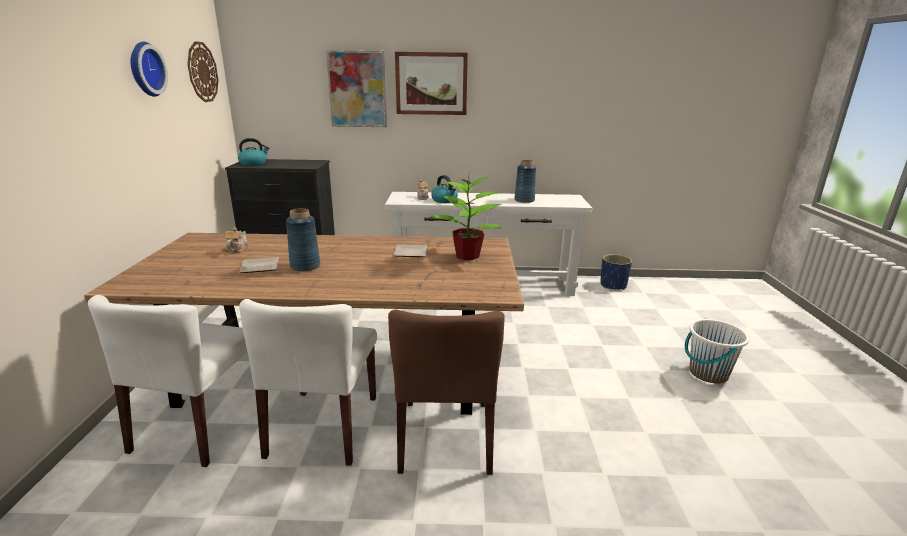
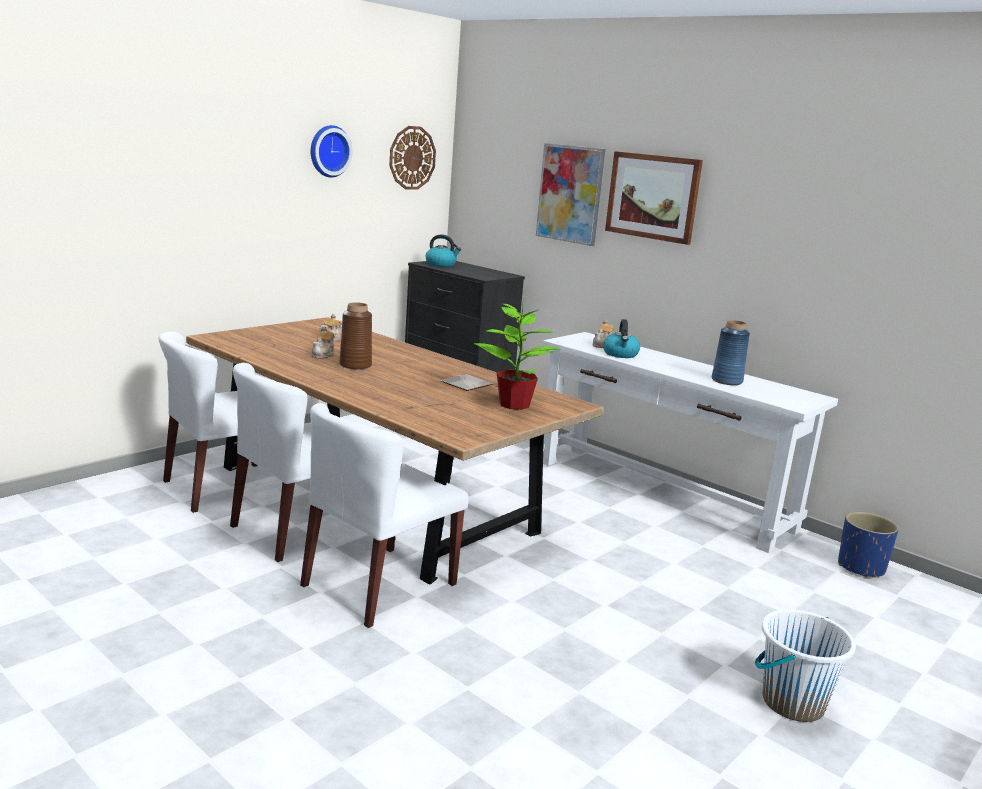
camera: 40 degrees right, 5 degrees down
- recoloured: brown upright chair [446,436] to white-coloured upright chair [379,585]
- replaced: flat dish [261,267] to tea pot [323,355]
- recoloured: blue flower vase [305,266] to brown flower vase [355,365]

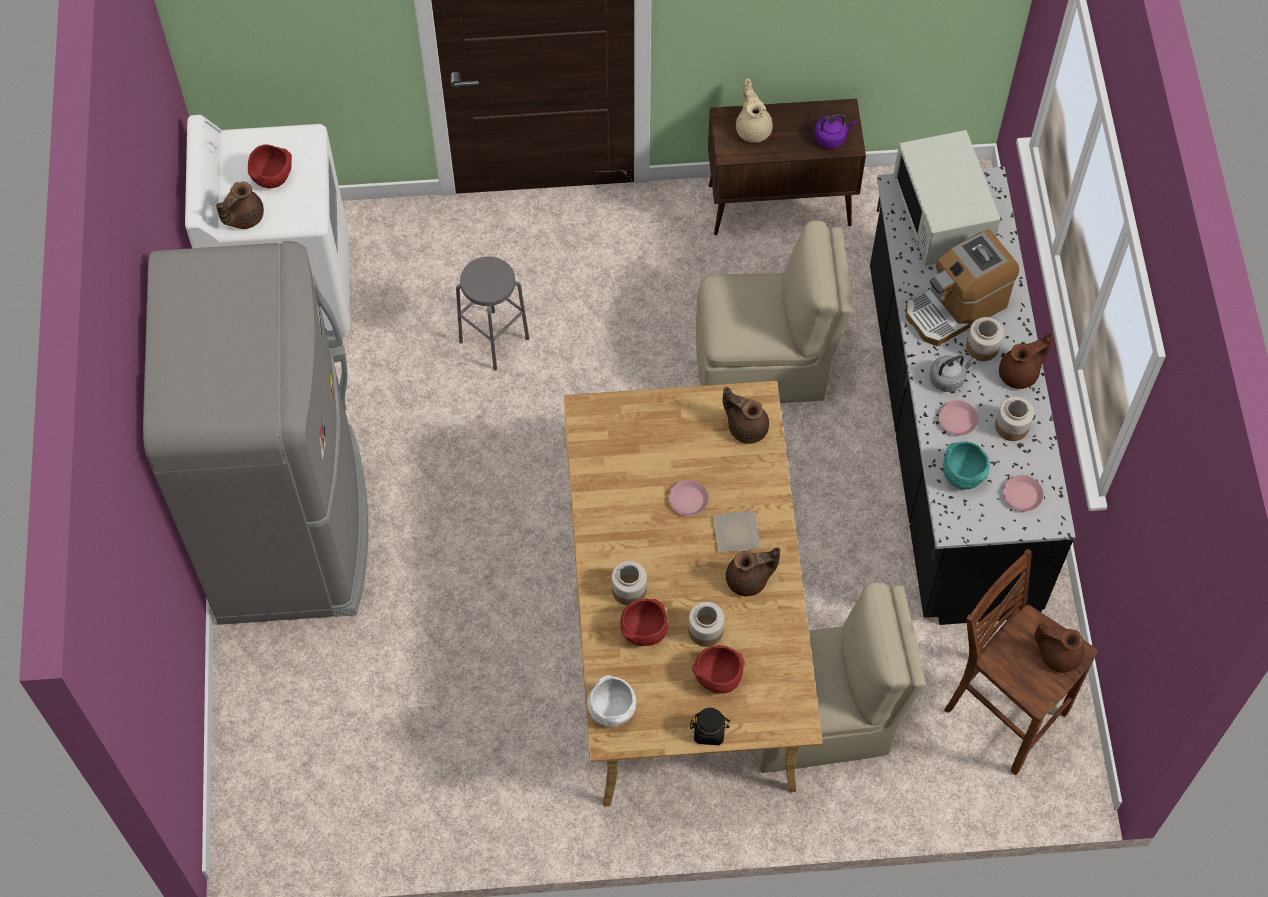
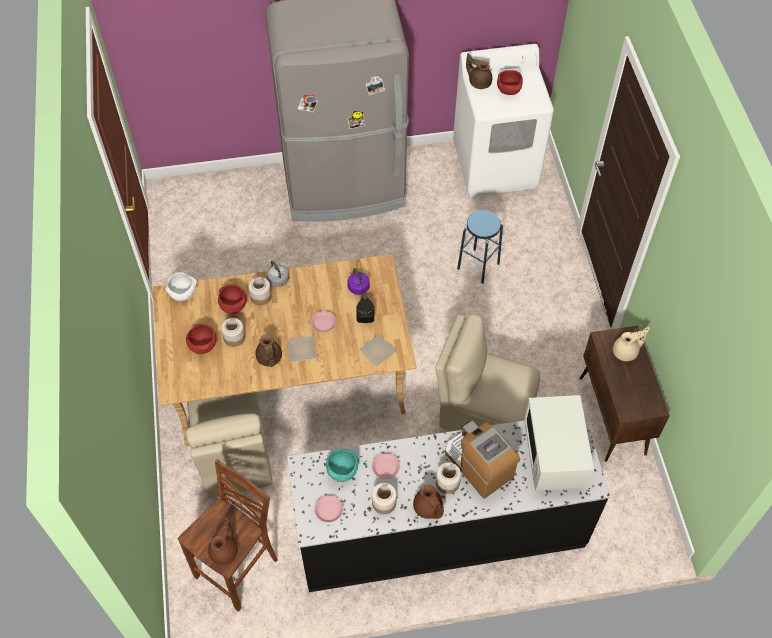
camera: 85 degrees right, 5 degrees down
- moved: greyish tea kettle [948,378] to [279,281]
- moved: purple-coloured tea kettle [832,138] to [359,288]
- moved: black-coloured preserve jar [709,731] to [365,316]
- replaced: brown tea pot [746,427] to flat dish [379,351]
- turned: beige-coloured upright chair [764,364] = [484,413] 120 degrees clockwise
- recoloured: greyish sitting stool [494,340] to blue sitting stool [478,266]
- turned: white-coloured microwave [942,217] = [554,454] 75 degrees counterclockwise

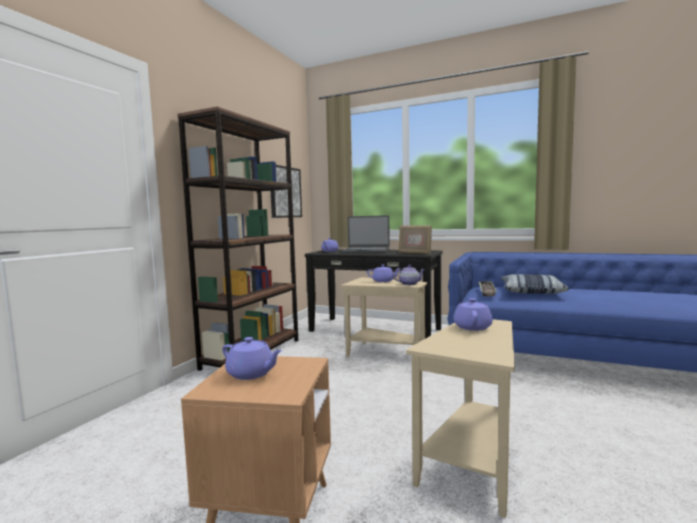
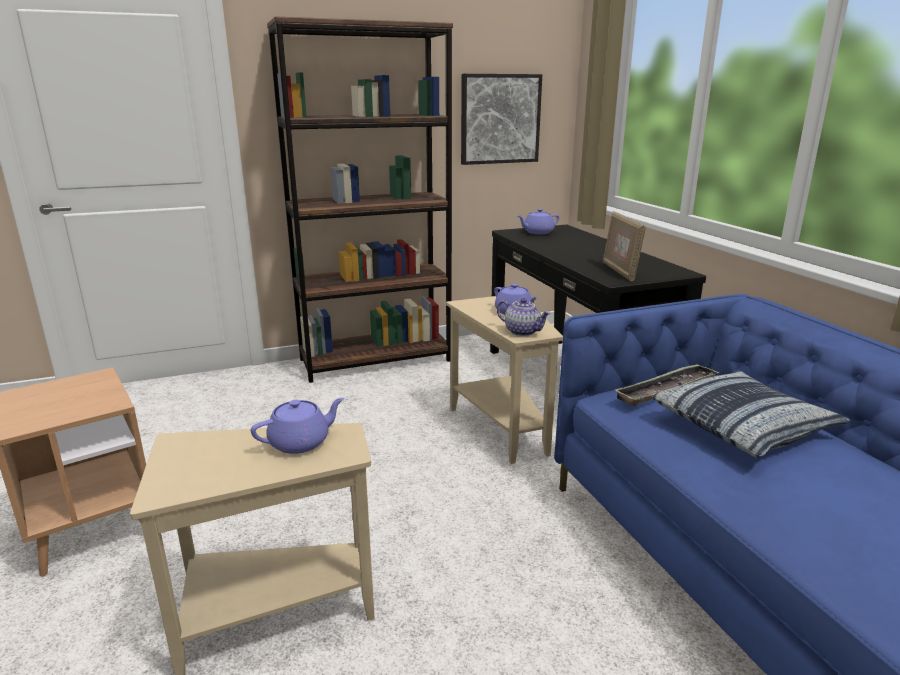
camera: 45 degrees right, 15 degrees up
- removed: purple-coloured tea pot [251,373]
- removed: laptop [366,251]

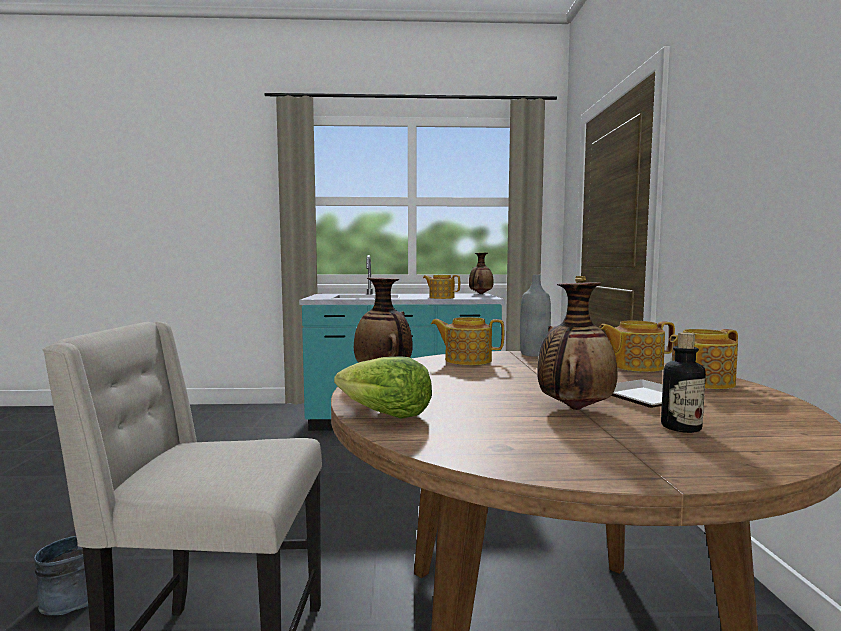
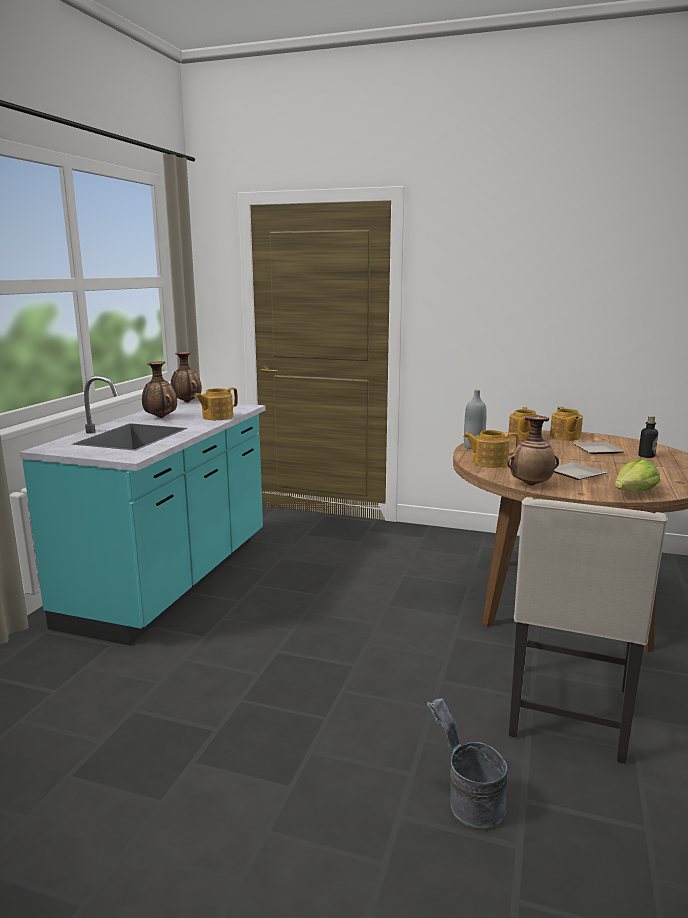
camera: 70 degrees left, 10 degrees up
- moved: flower vase [574,408] to [160,418]
- turned: tea pot [467,360] = [489,462] 60 degrees clockwise
- added: flat dish [575,473]

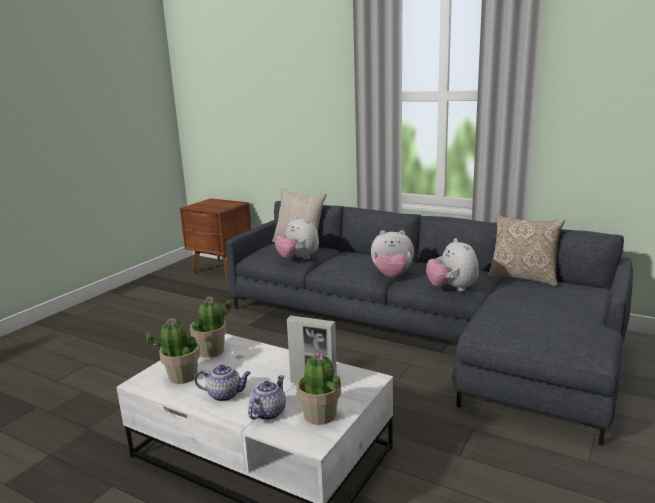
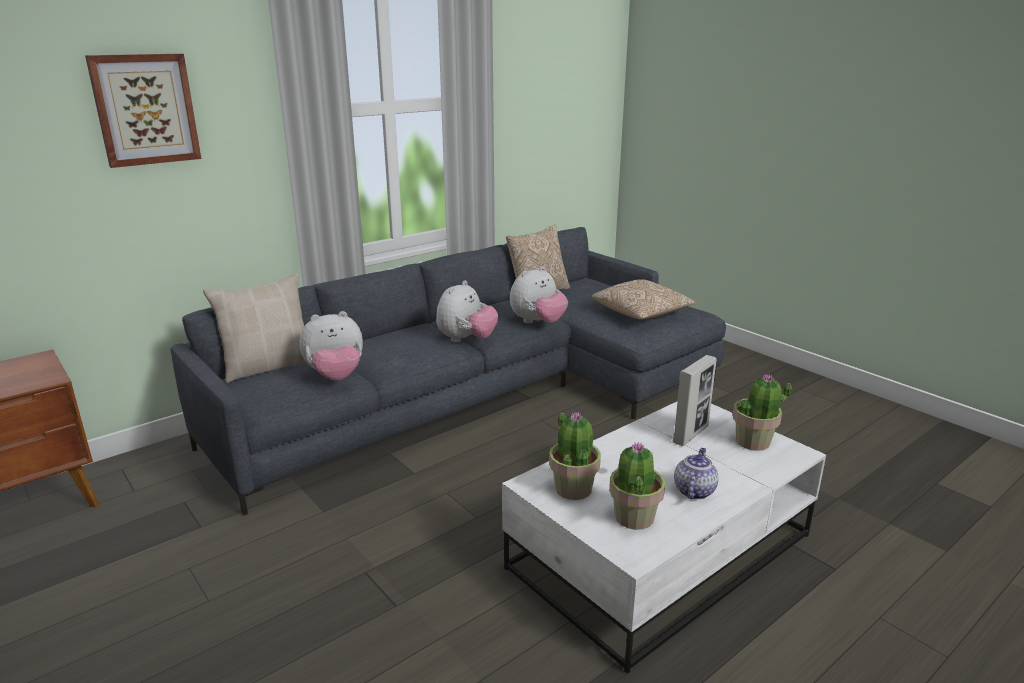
camera: 70 degrees left, 5 degrees up
- added: wall picture [145,109]
- turned: cuddly toy [452,288] = [538,322] 45 degrees counterclockwise
- added: throw pillow [641,313]
- removed: tea pot [268,412]

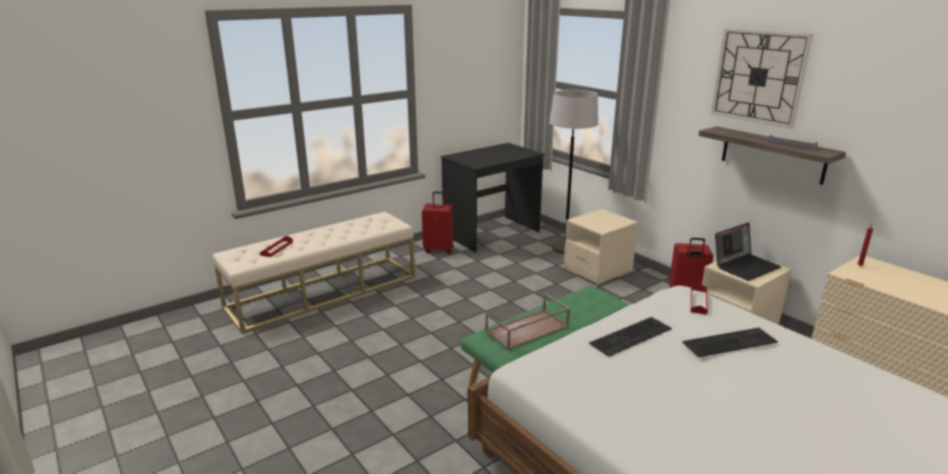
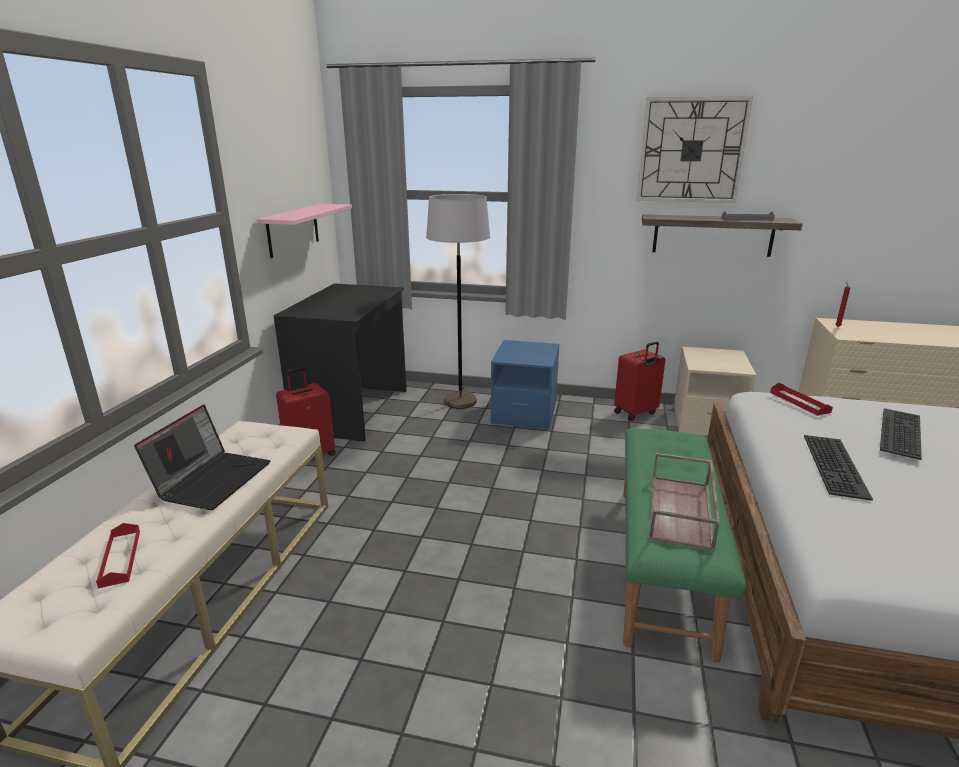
camera: 40 degrees left, 0 degrees up
- moved: laptop [745,266] to [212,479]
- added: pink-coloured wall shelf [293,230]
- recoloured: beige-coloured nightstand [598,269] to blue nightstand [524,413]

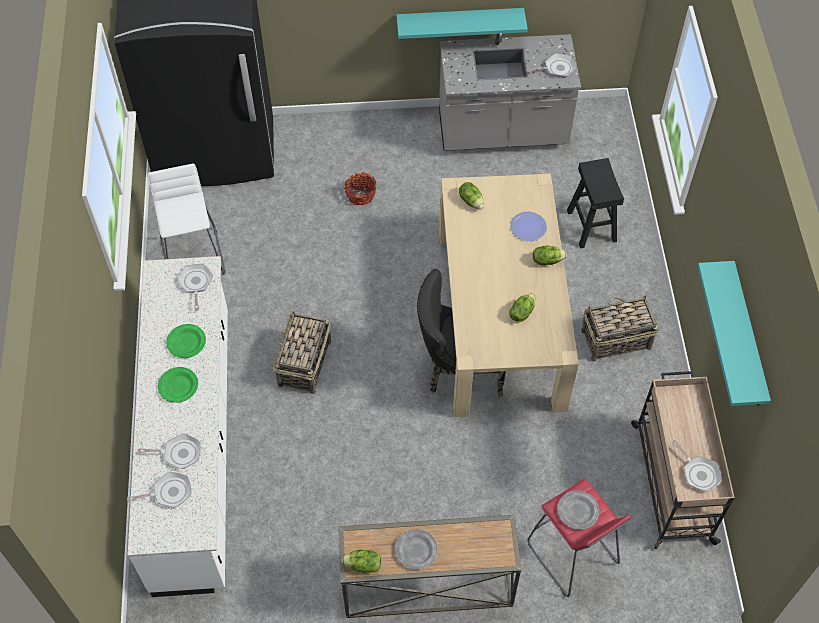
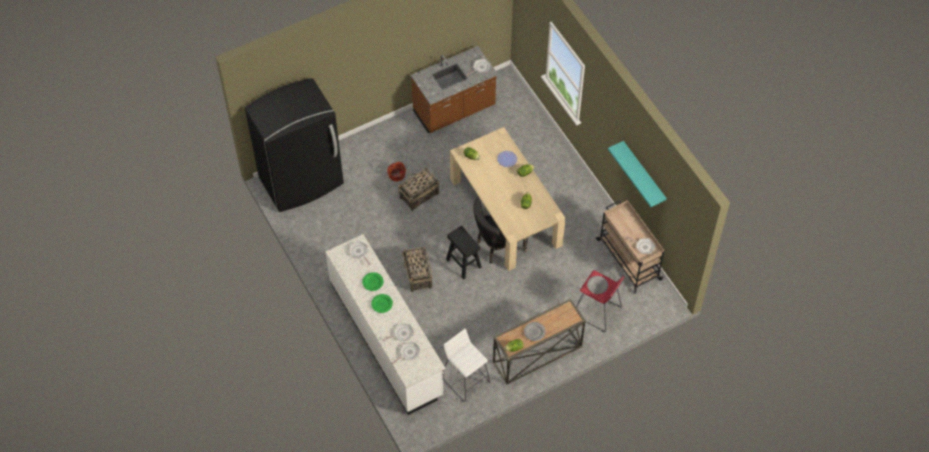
camera: 25 degrees left, 0 degrees up
- moved: basket [615,339] to [419,196]
- recoloured: greyish kitchen counter [502,132] to brown kitchen counter [454,110]
- moved: white-coloured sitting stool [193,256] to [465,379]
- moved: black-coloured sitting stool [592,226] to [464,263]
- removed: turquoise-coloured wall shelf [459,21]

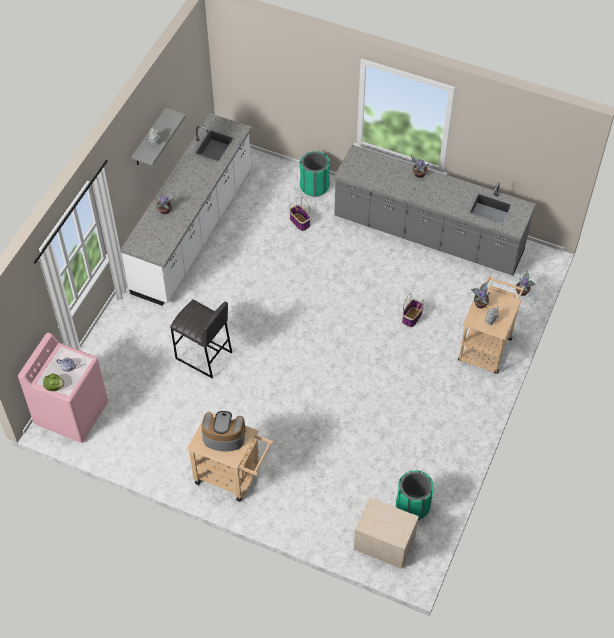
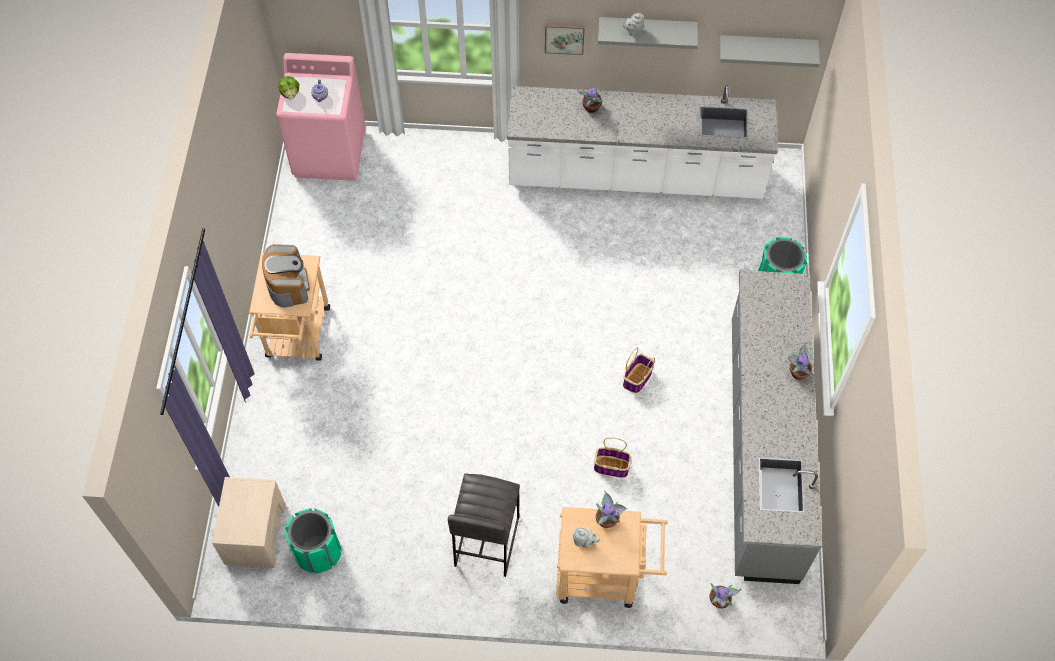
camera: 70 degrees right, 5 degrees up
- moved: greyish sitting stool [204,356] to [486,541]
- added: wall picture [564,37]
- moved: basket [300,222] to [637,379]
- added: greyish wall shelf [767,46]

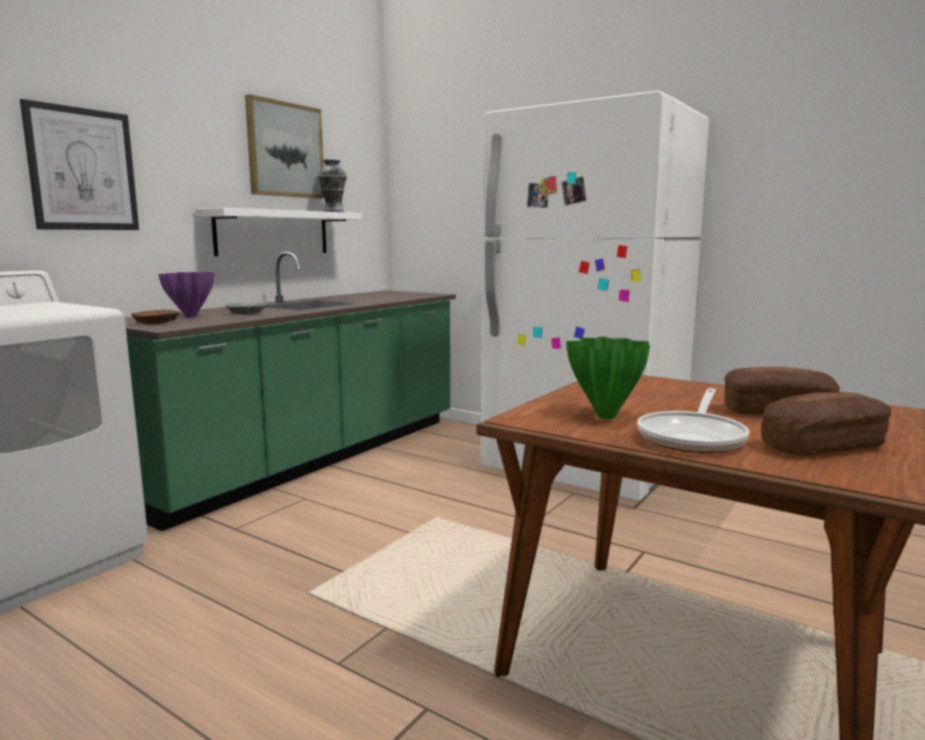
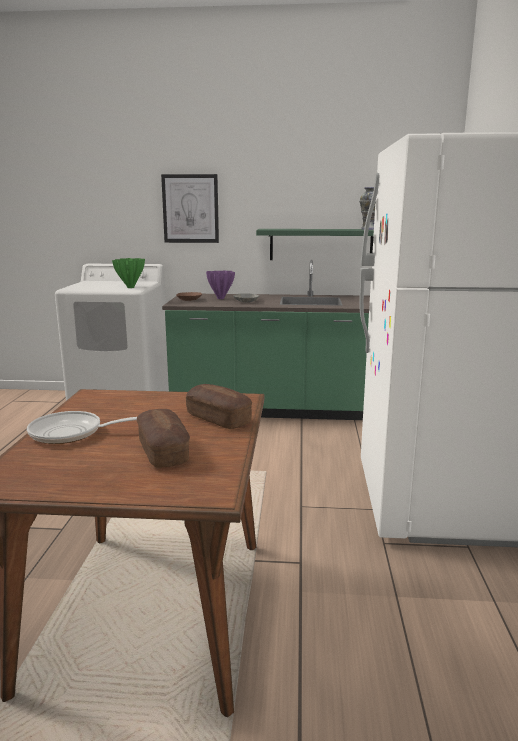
camera: 60 degrees right, 5 degrees up
- moved: greenish flower vase [606,416] to [131,287]
- moved: bakery bread [822,446] to [218,419]
- recoloured: white-coloured wall shelf [273,233] to greenish wall shelf [321,244]
- removed: wall picture [285,150]

